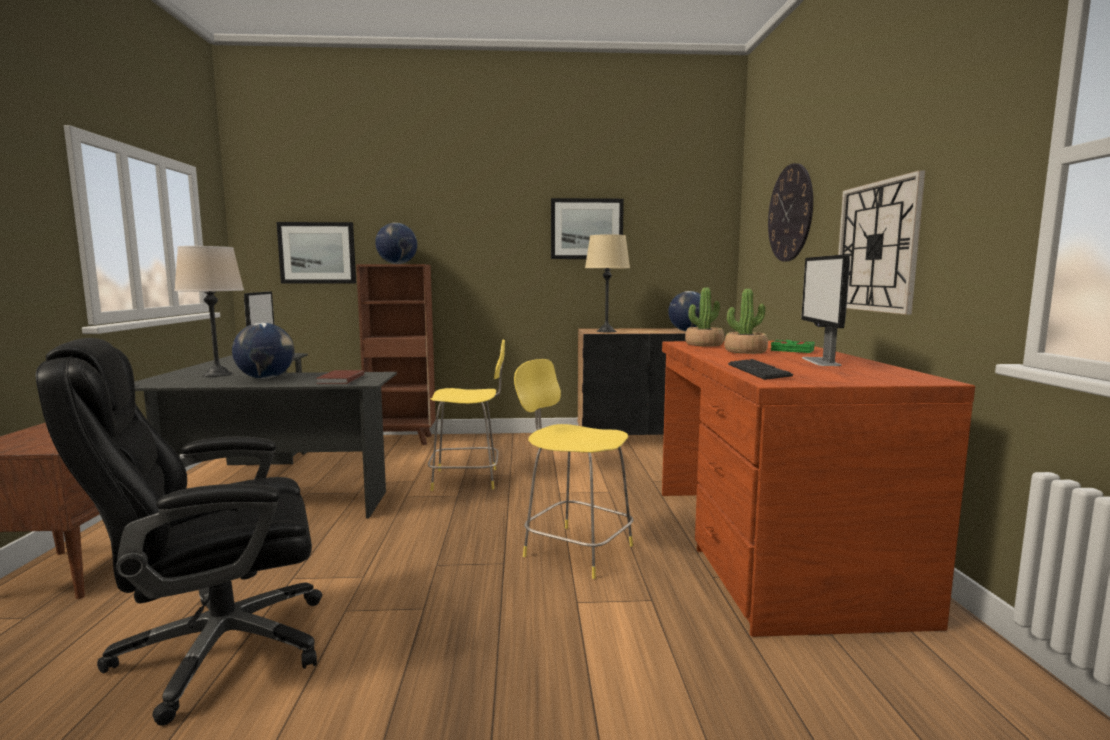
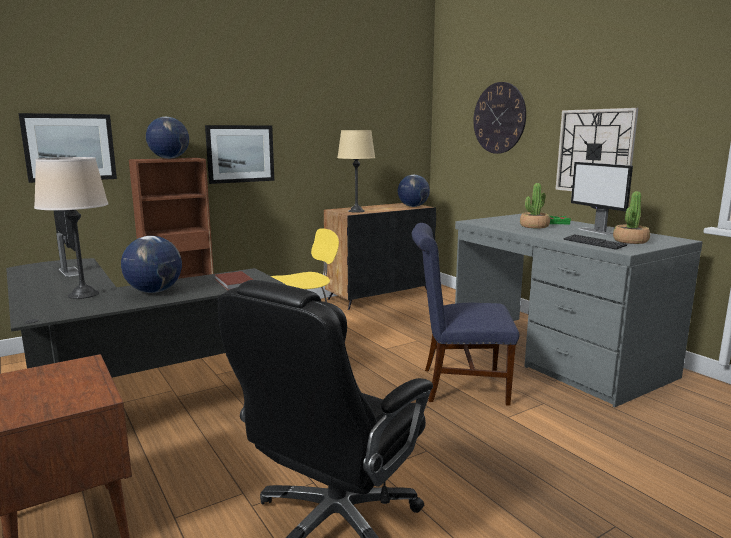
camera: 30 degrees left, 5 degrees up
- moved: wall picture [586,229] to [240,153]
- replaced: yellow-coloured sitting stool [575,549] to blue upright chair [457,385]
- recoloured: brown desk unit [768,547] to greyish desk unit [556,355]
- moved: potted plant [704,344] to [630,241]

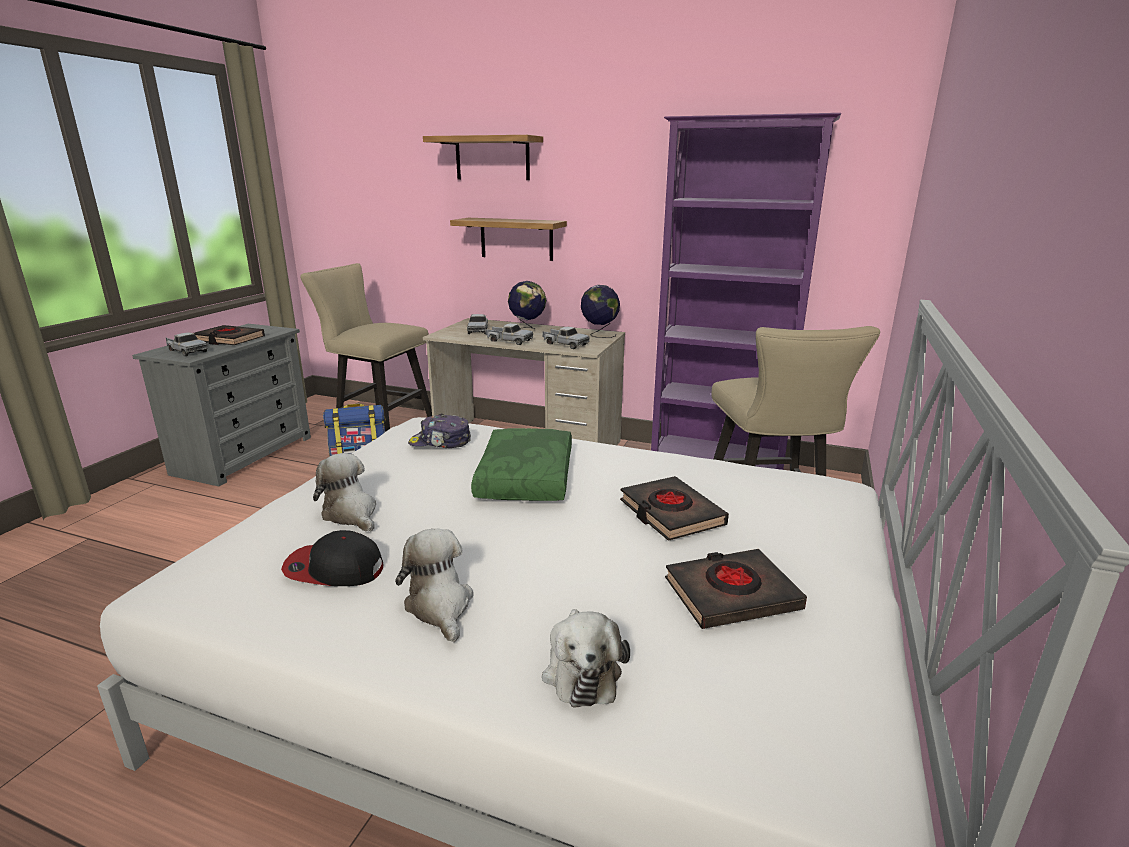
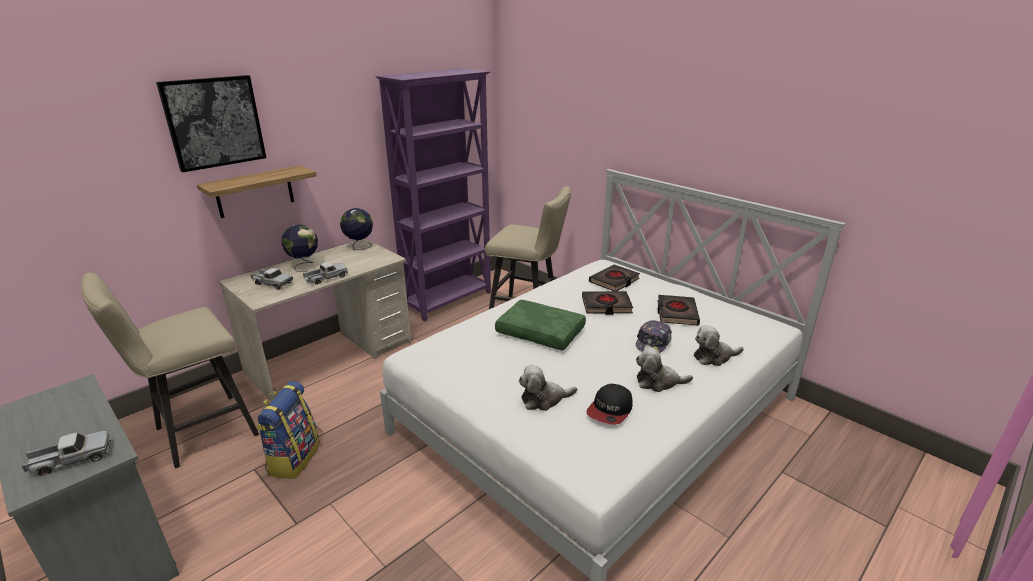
camera: 65 degrees left, 5 degrees up
- replaced: wall shelf [492,158] to wall picture [214,122]
- moved: black-coloured book [229,339] to [614,281]
- moved: peaked cap [440,442] to [653,343]
- turned: cuddly toy [581,671] = [714,357] 150 degrees clockwise
- removed: toy truck [565,344]

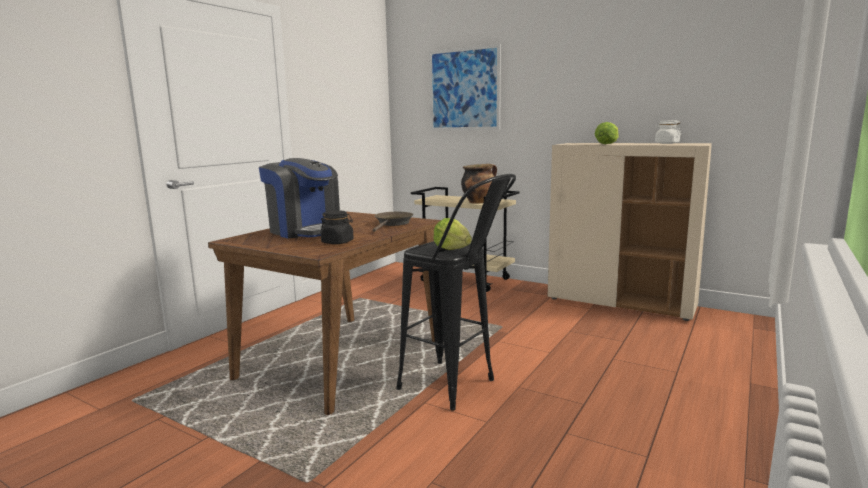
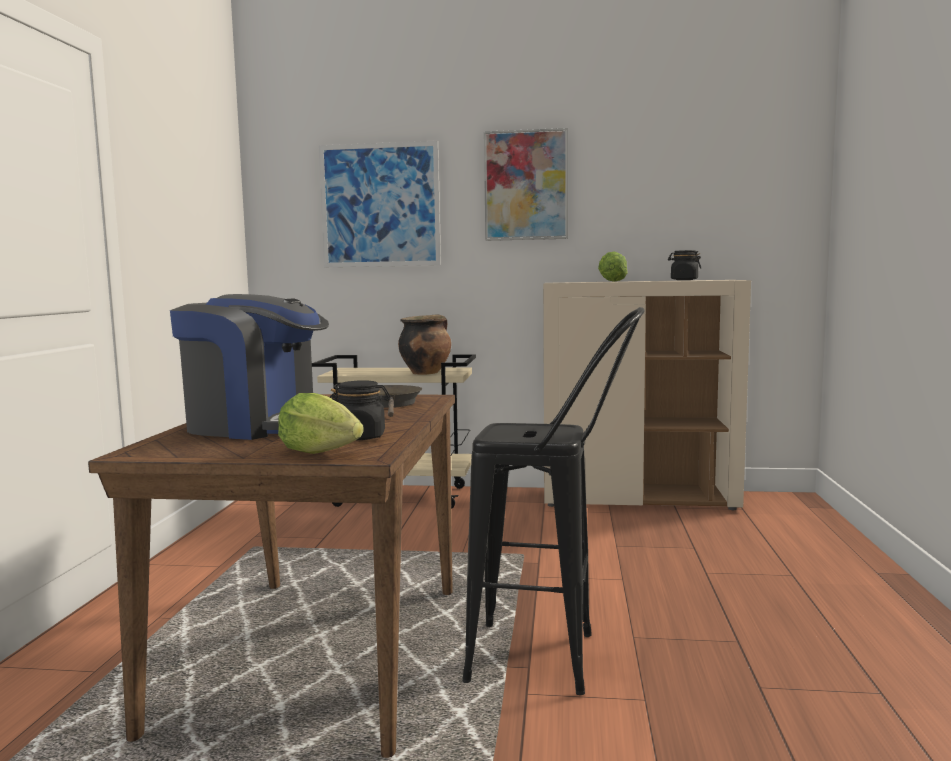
camera: 25 degrees left, 5 degrees down
- moved: lettuce head [452,249] to [320,452]
- added: wall picture [526,185]
- recoloured: white-coloured preserve jar [666,143] to black-coloured preserve jar [684,280]

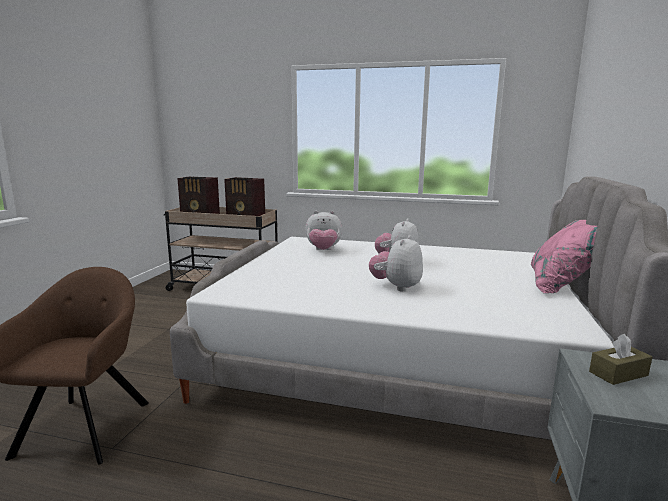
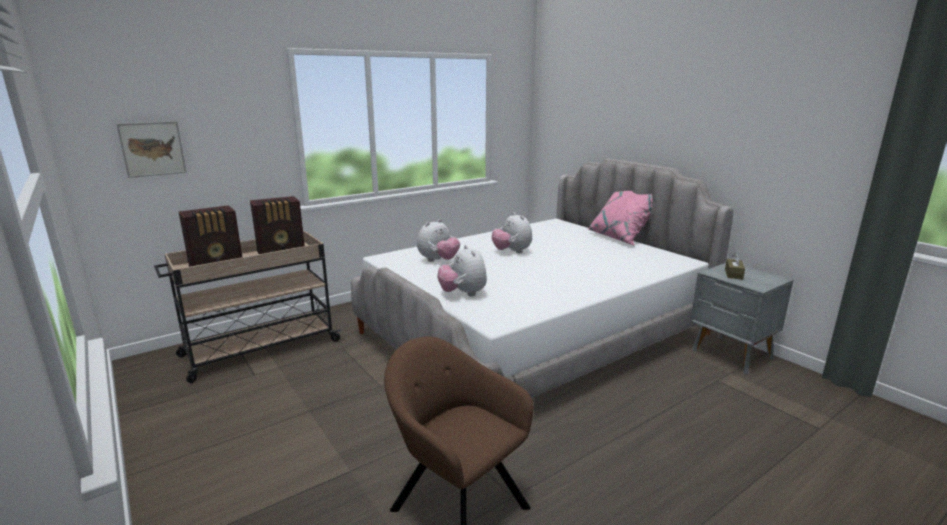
camera: 50 degrees left, 5 degrees up
- added: wall picture [152,149]
- moved: cuddly toy [396,287] to [463,294]

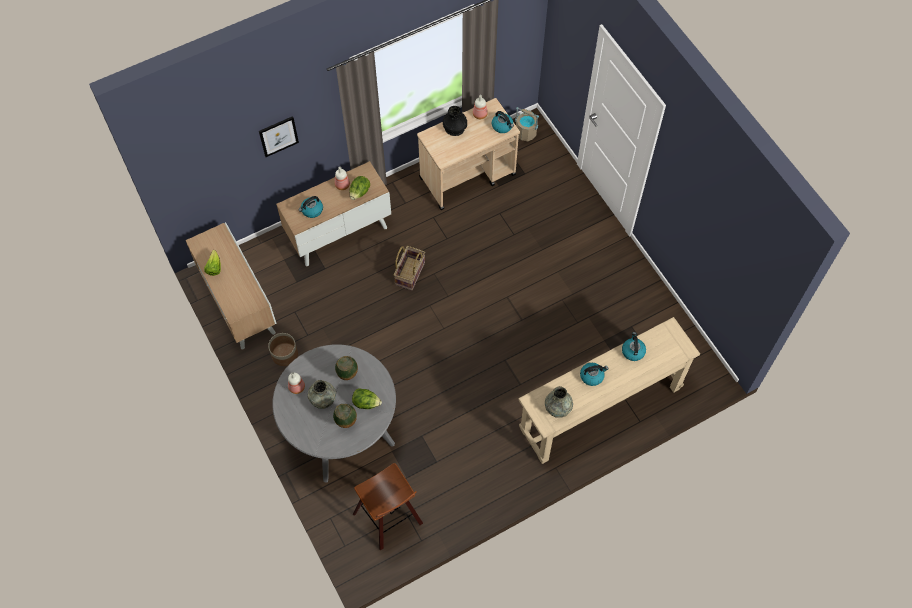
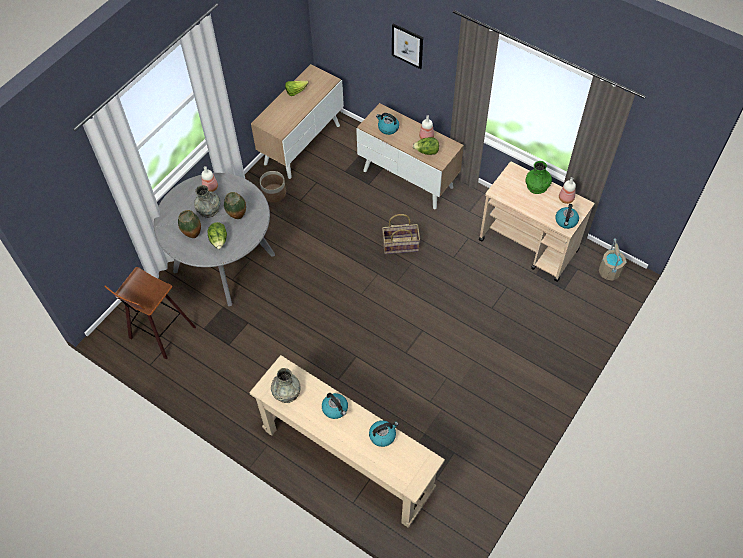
camera: 65 degrees right, 5 degrees down
- recoloured: black-coloured flower vase [454,128] to greenish flower vase [537,186]

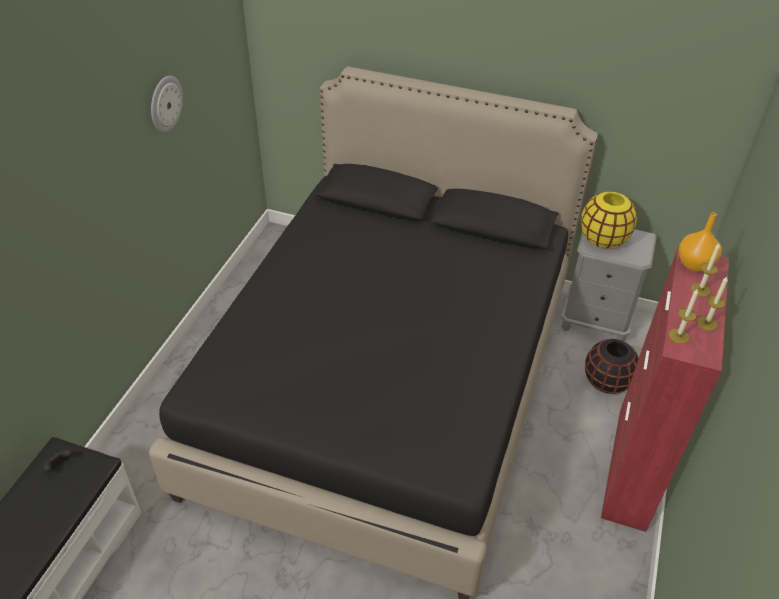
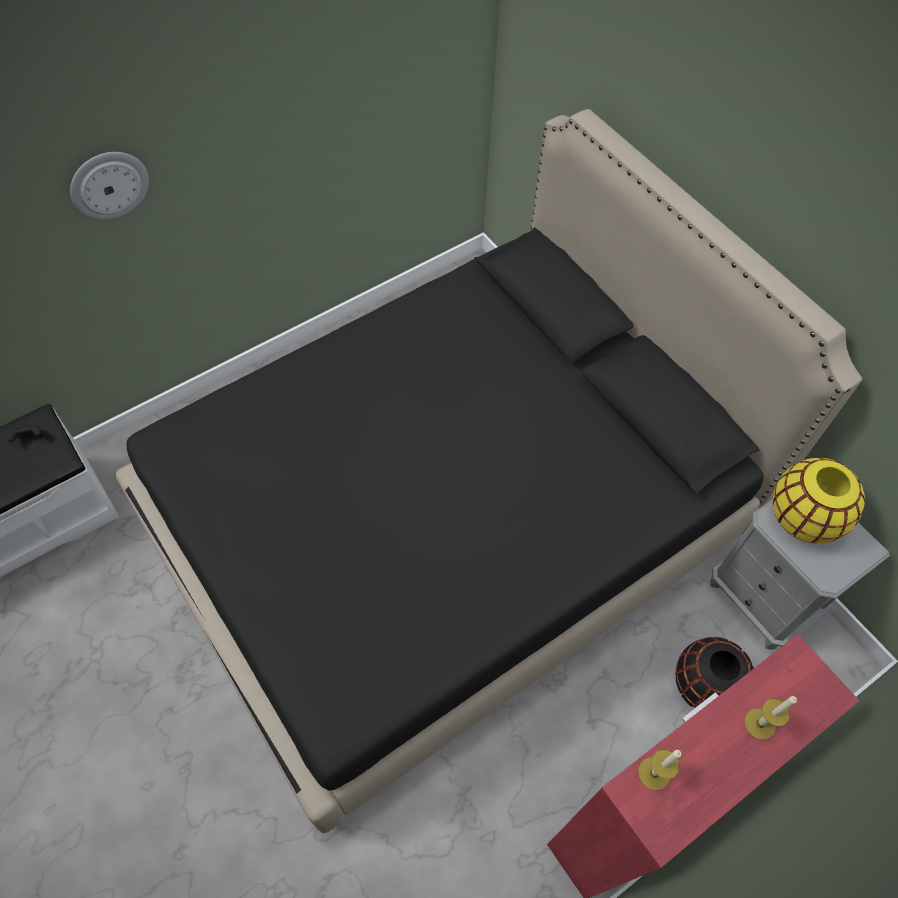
camera: 35 degrees right, 15 degrees up
- moved: wall clock [165,103] to [109,184]
- removed: orange-coloured flower vase [693,264]
- removed: candle [707,323]

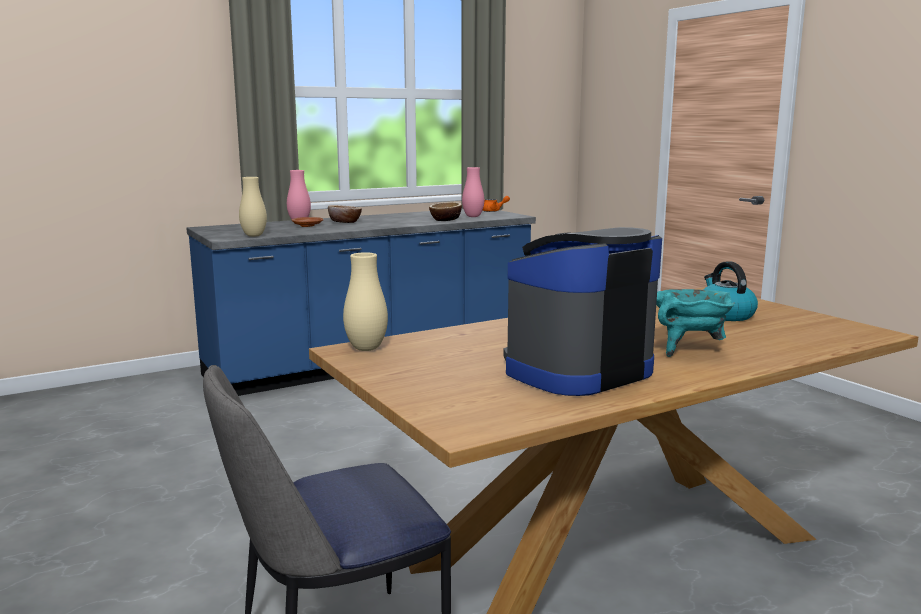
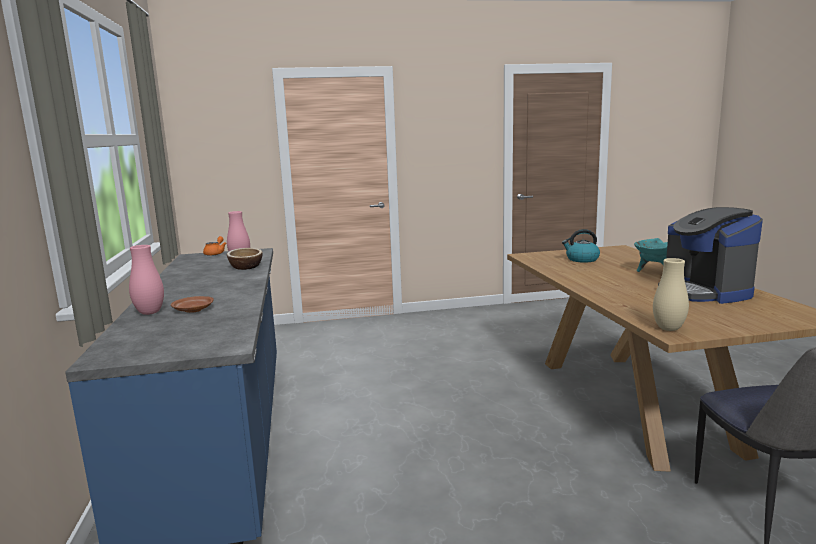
camera: 70 degrees left, 0 degrees up
- removed: beige-coloured flower vase [254,236]
- removed: bowl [345,222]

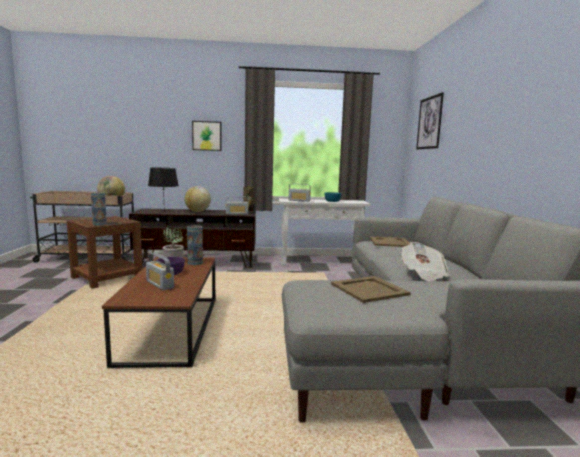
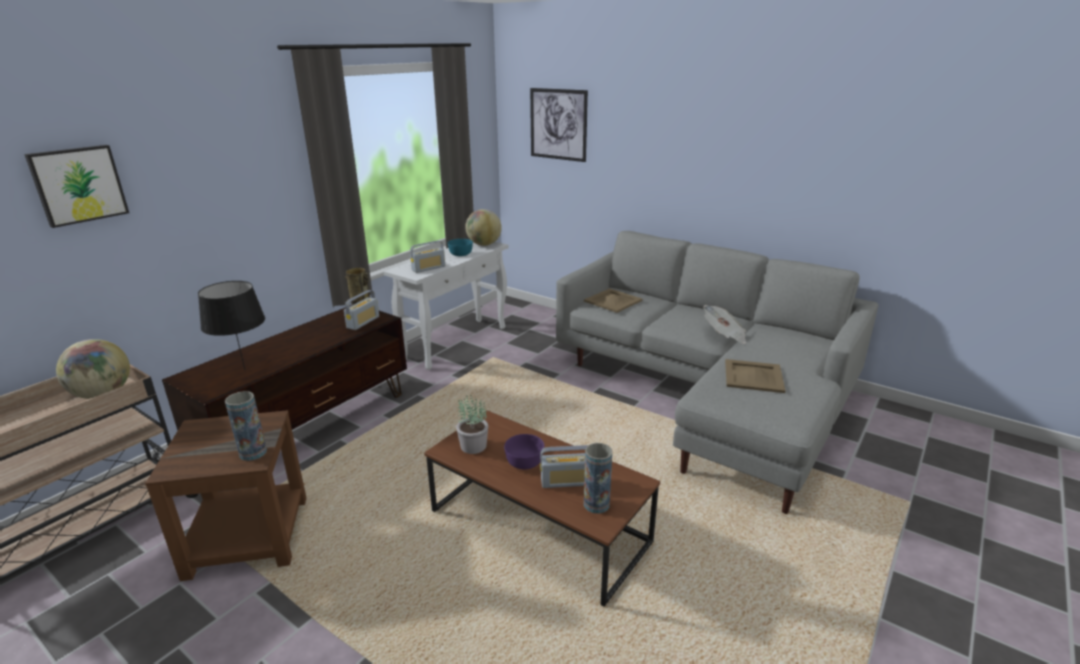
camera: 50 degrees left, 15 degrees up
- moved: wall picture [207,136] to [78,185]
- moved: desk globe [198,211] to [484,244]
- moved: flower vase [195,263] to [596,504]

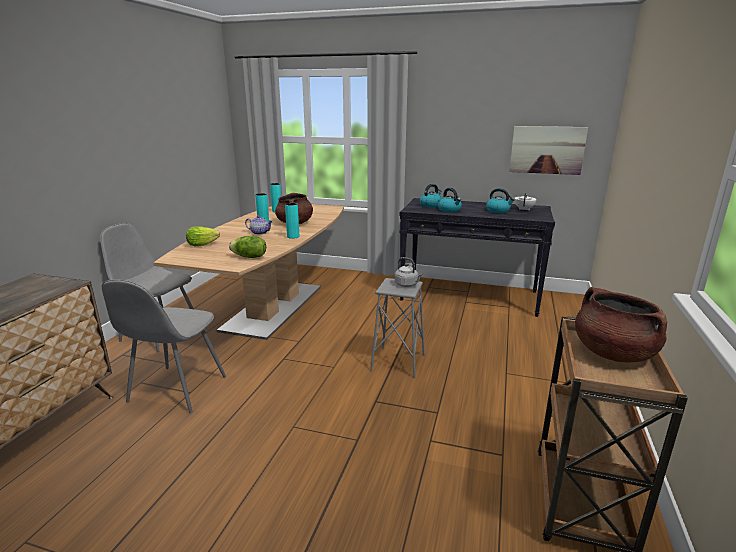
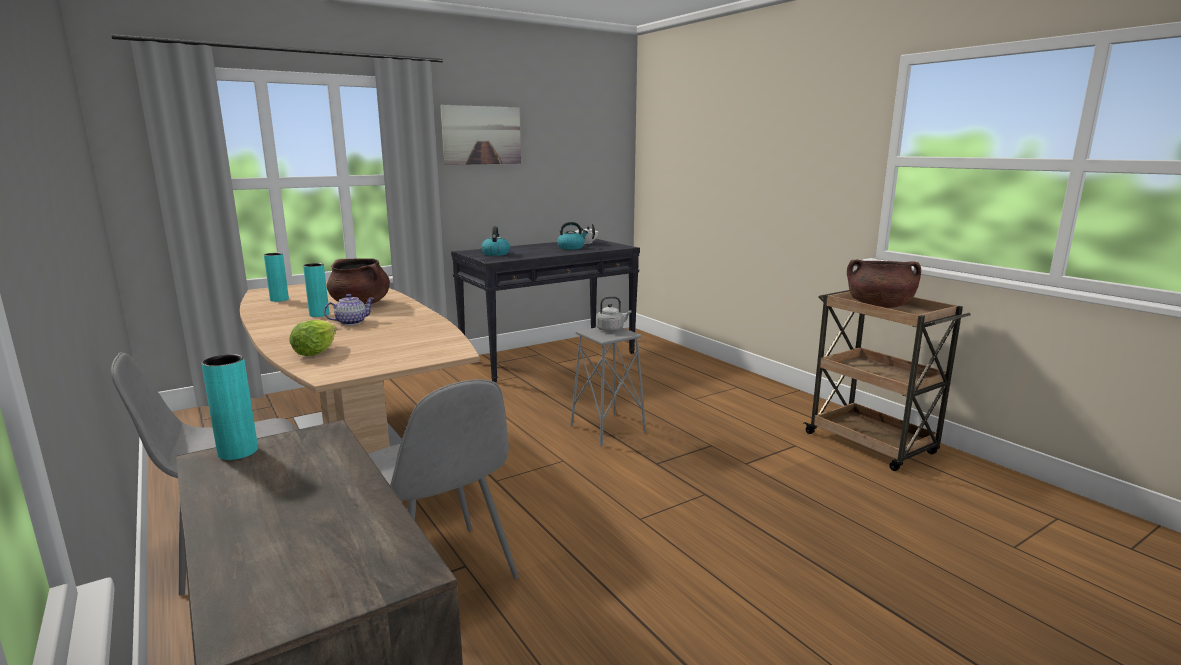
camera: 50 degrees left, 5 degrees down
- moved: turquoise-coloured flower vase [293,237] to [238,452]
- moved: wall picture [547,150] to [481,135]
- removed: lettuce head [249,257]
- removed: tea kettle [449,210]

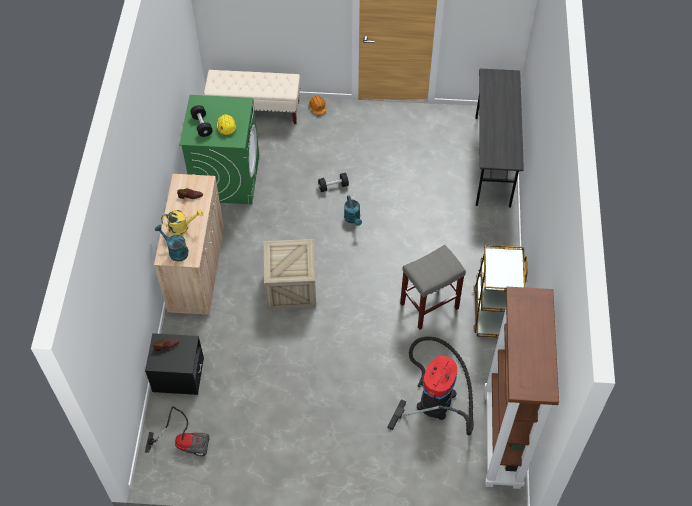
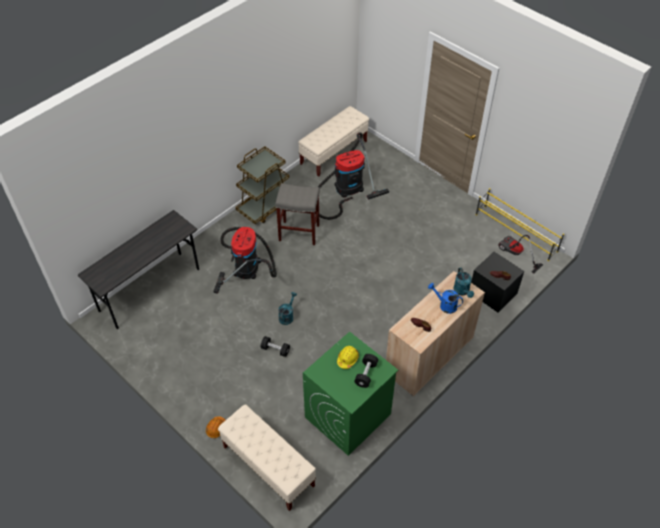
camera: 140 degrees left, 5 degrees down
- added: hoover [247,264]
- replaced: brown bookcase [503,440] to beige-coloured indoor bench [334,152]
- recoloured: yellow-coloured watering can [182,227] to blue watering can [445,305]
- added: yellow-coloured shoe stand [516,233]
- removed: packing crate [291,287]

